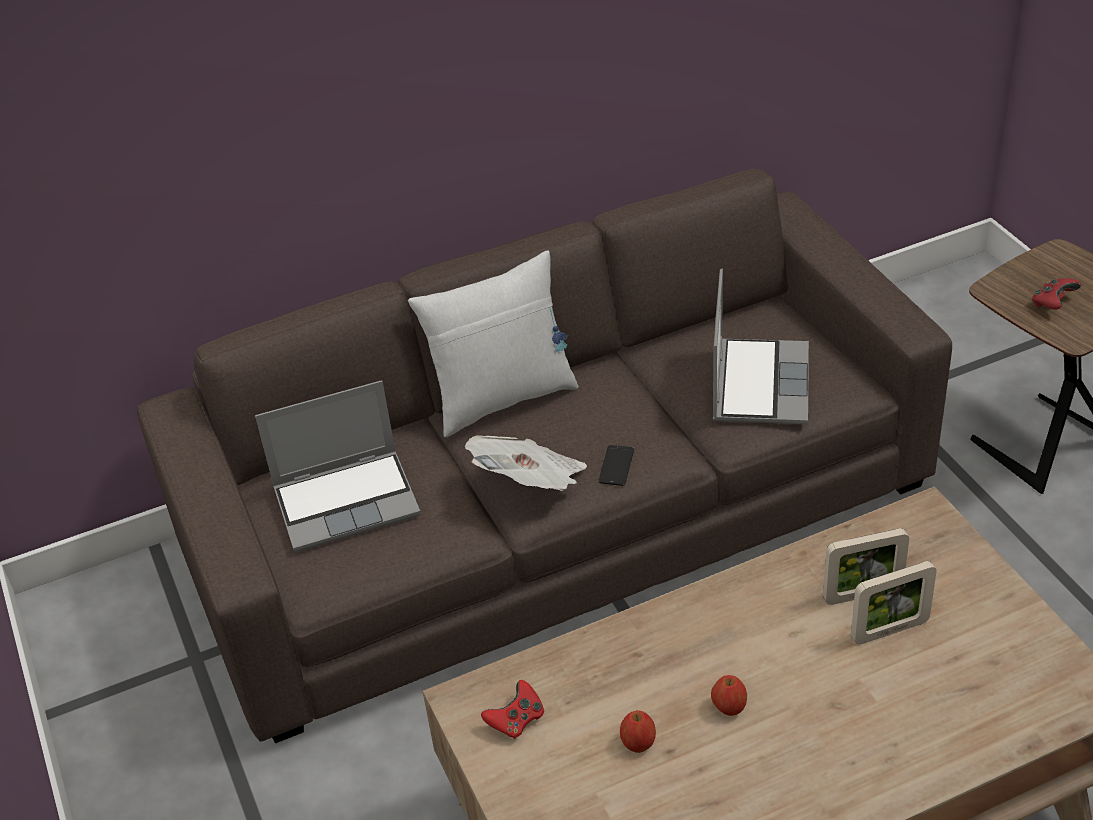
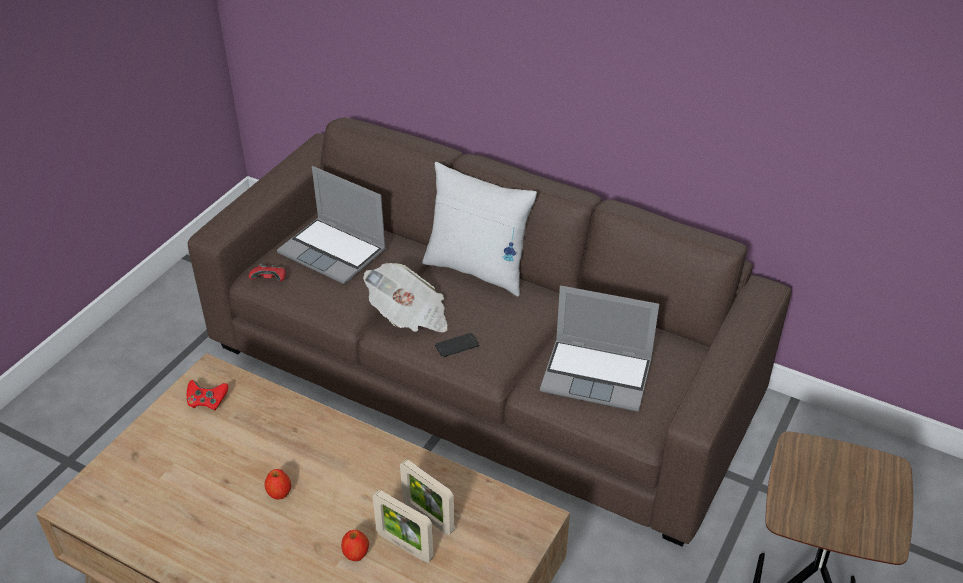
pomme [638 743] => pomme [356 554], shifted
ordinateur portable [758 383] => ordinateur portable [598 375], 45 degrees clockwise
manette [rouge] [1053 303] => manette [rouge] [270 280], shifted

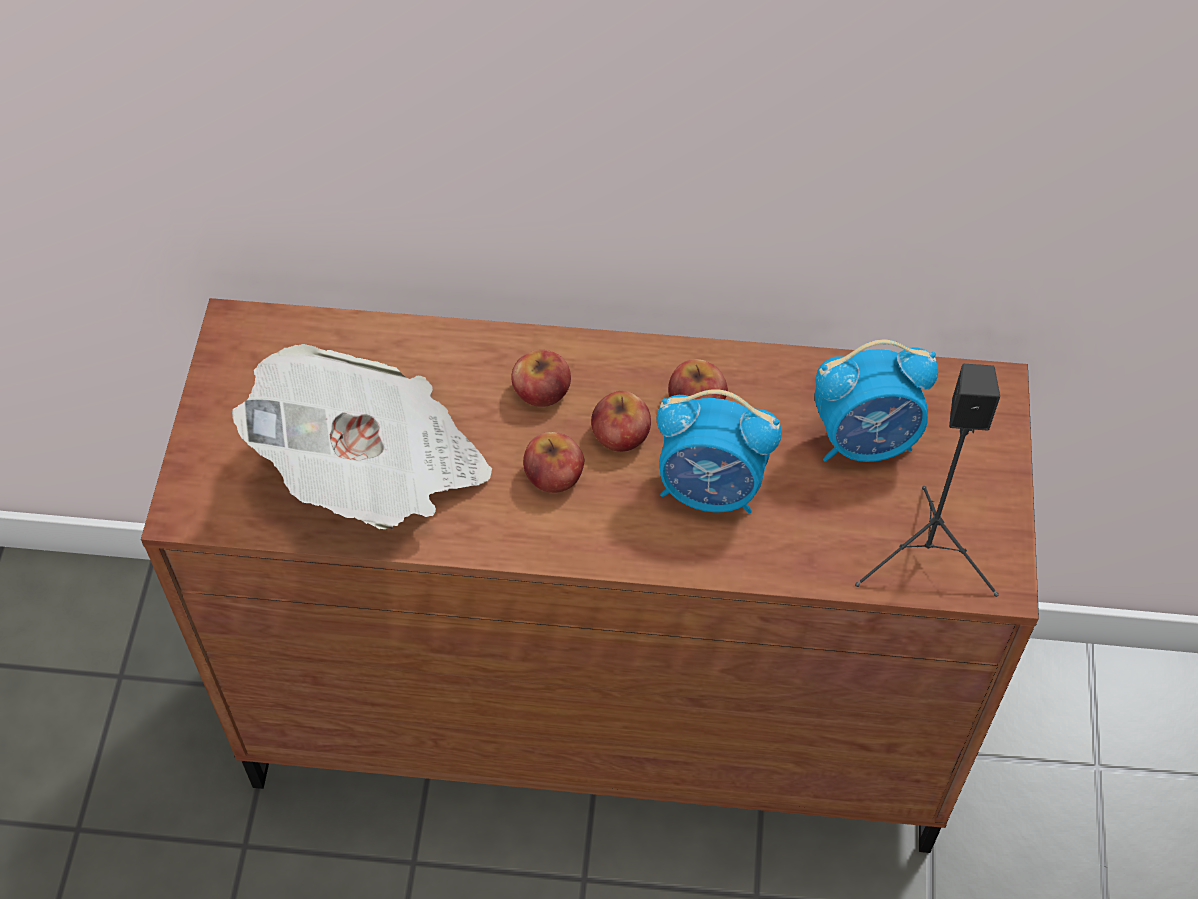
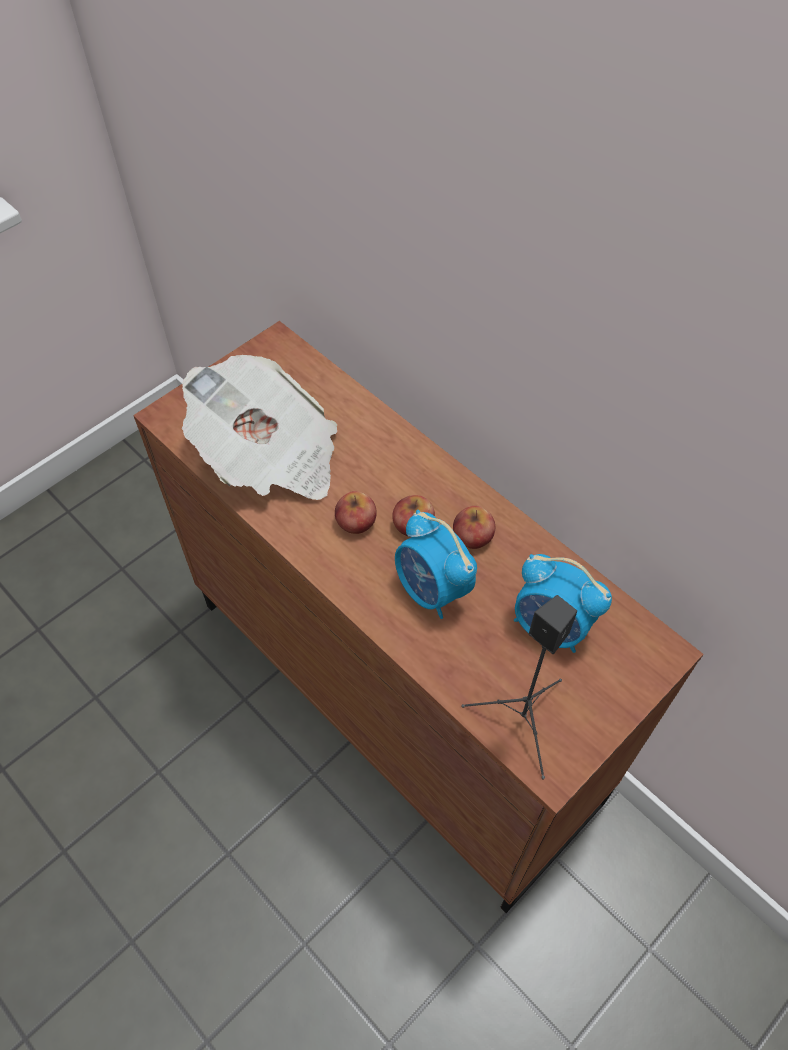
pomme [541 390] => nothing

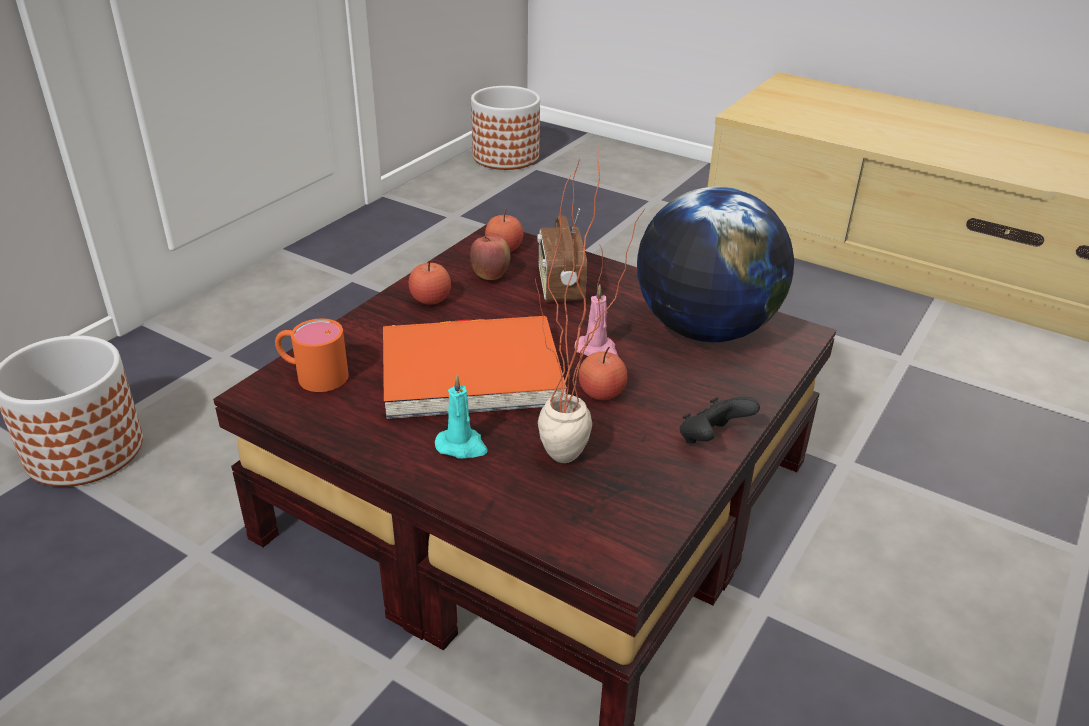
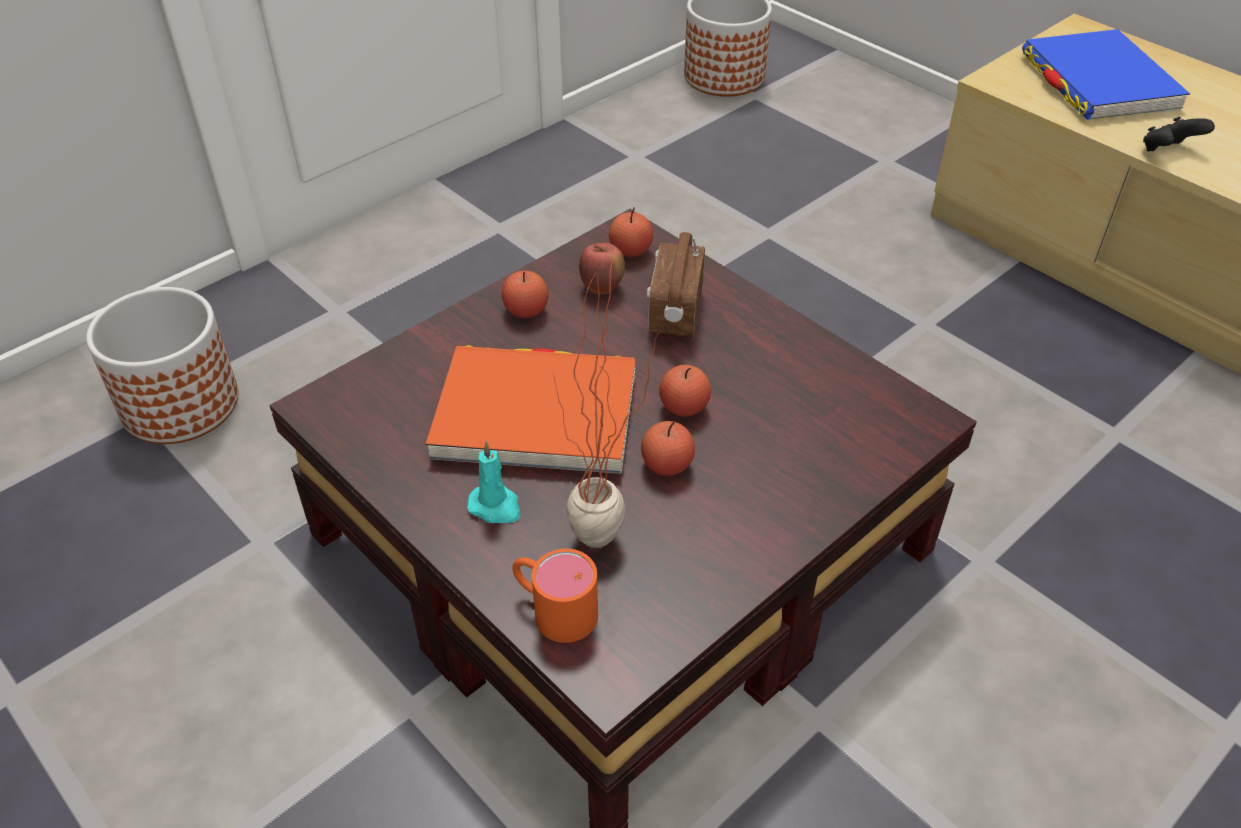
mug [orange] [312 374] => mug [orange] [553 609], shifted
bougie [rose] [597 350] => pomme [684 407]
globe [704 330] => nothing
manette [noir] [712 439] => manette [noir] [1167 151], shifted
nothing => livre [bleu] [1098 82]

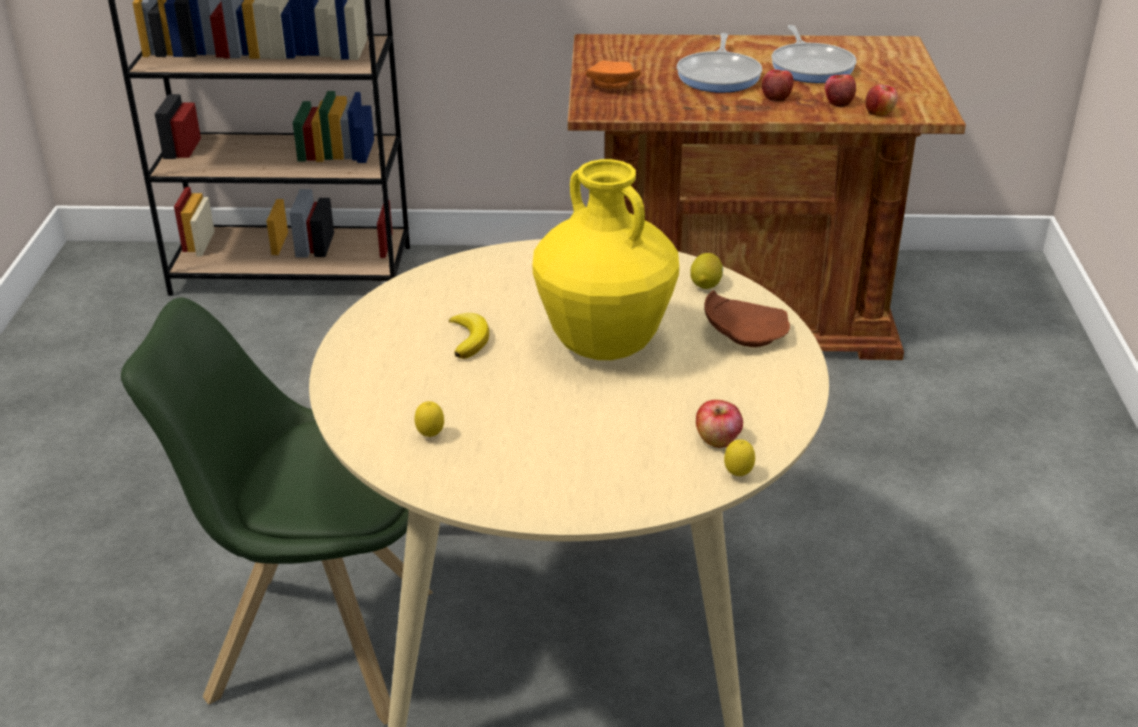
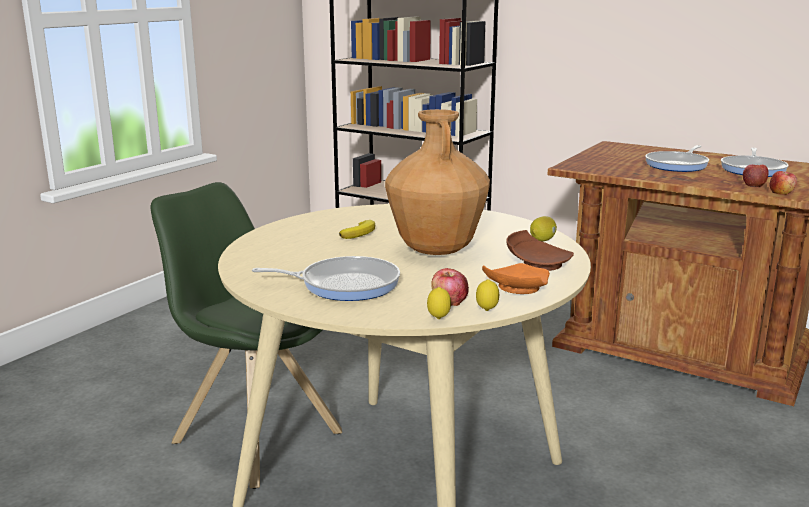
citron [430 436] => citron [487 310], shifted
vase [jaune] [603 345] => vase [marron] [436 250]
assiette [orange] [611 84] => assiette [orange] [516 289], shifted
pomme [776 97] => nothing
nothing => poêle [344 285]

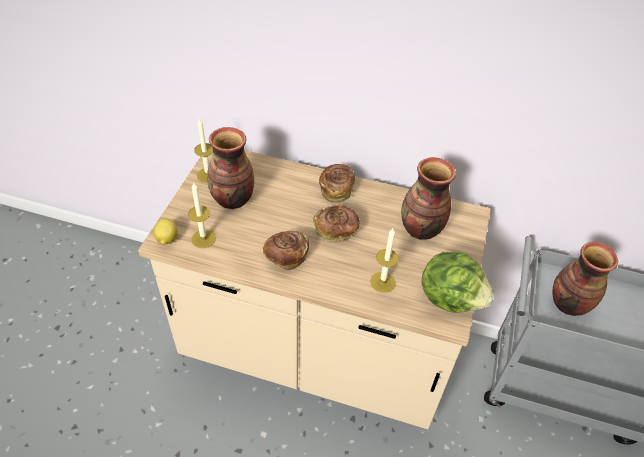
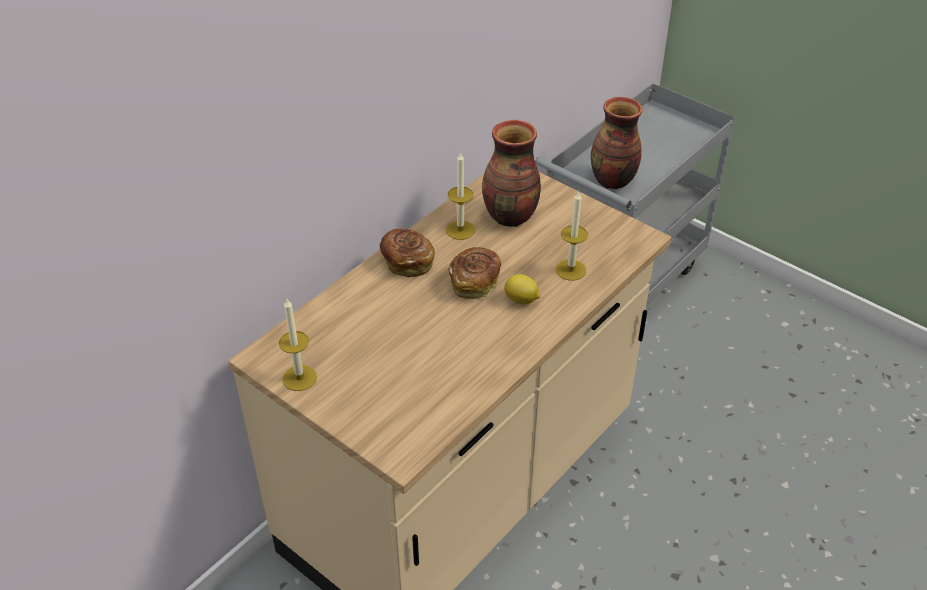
citron [167 239] => citron [521 300], shifted
bougie [203 238] => bougie [460 230], shifted
vase [232 200] => nothing
pain [286 256] => nothing
laitue [451 297] => nothing

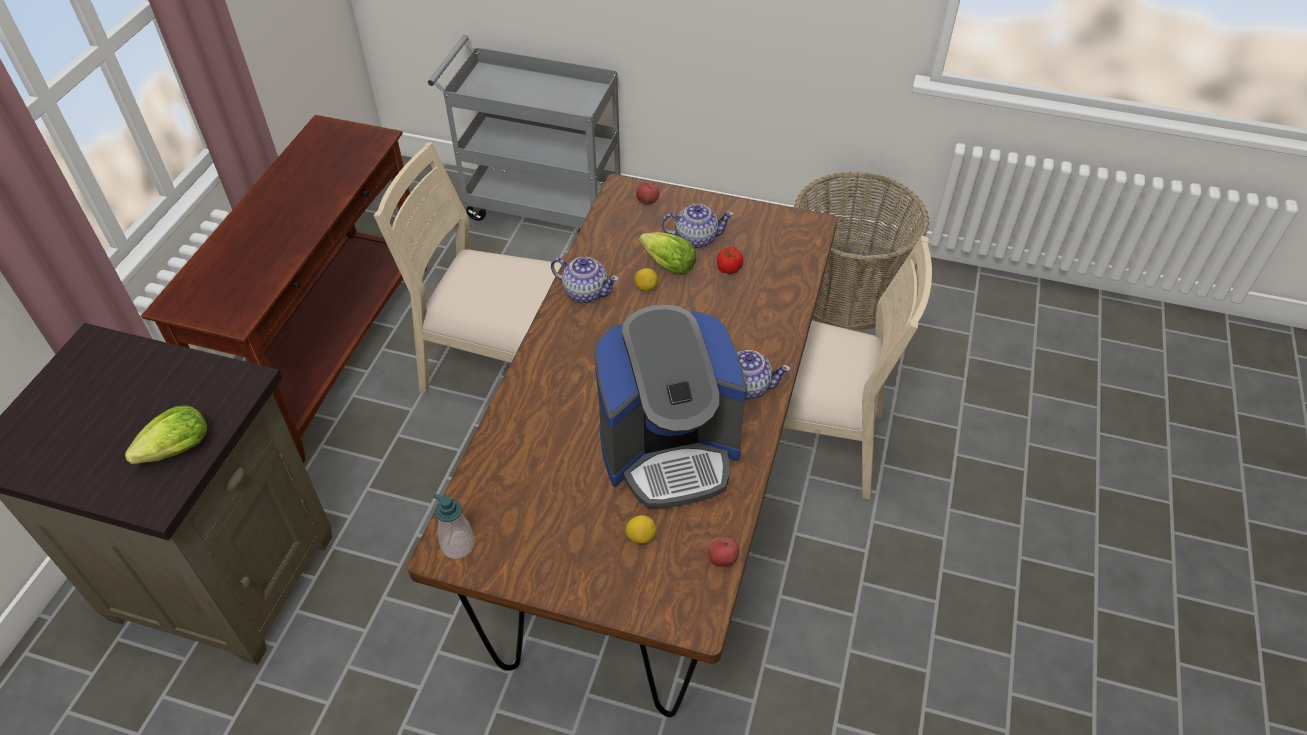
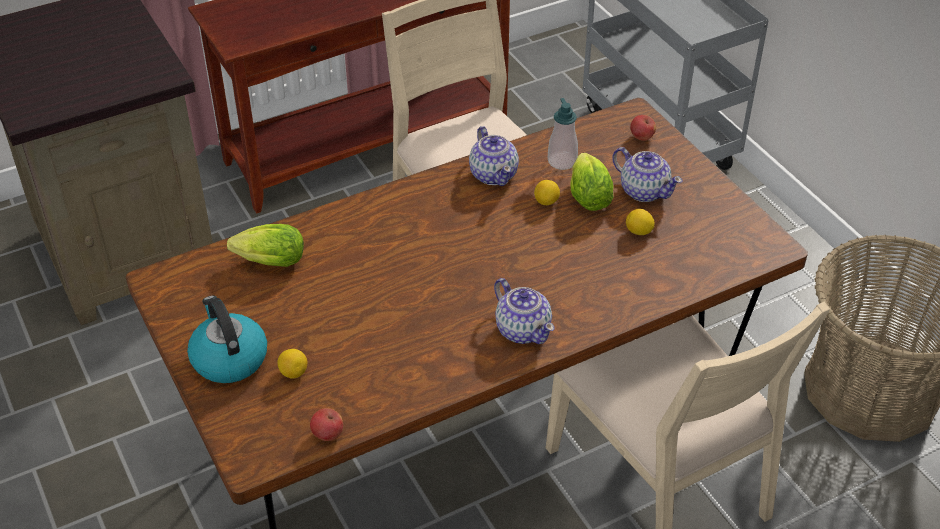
laitue [173 452] => laitue [267 262], shifted
distributeur de savon [458 545] => distributeur de savon [562 161], shifted
machine à café [669 450] => nothing
tomate [728 268] => citron [638 232]
nothing => bouilloire [228 358]

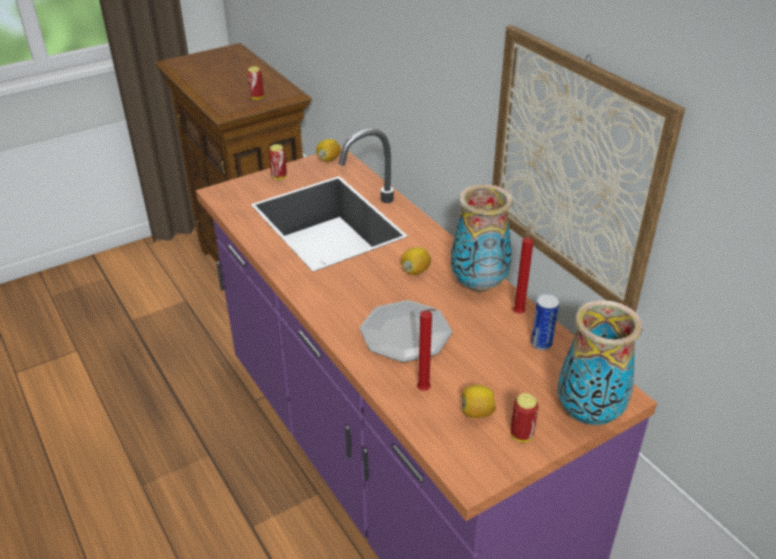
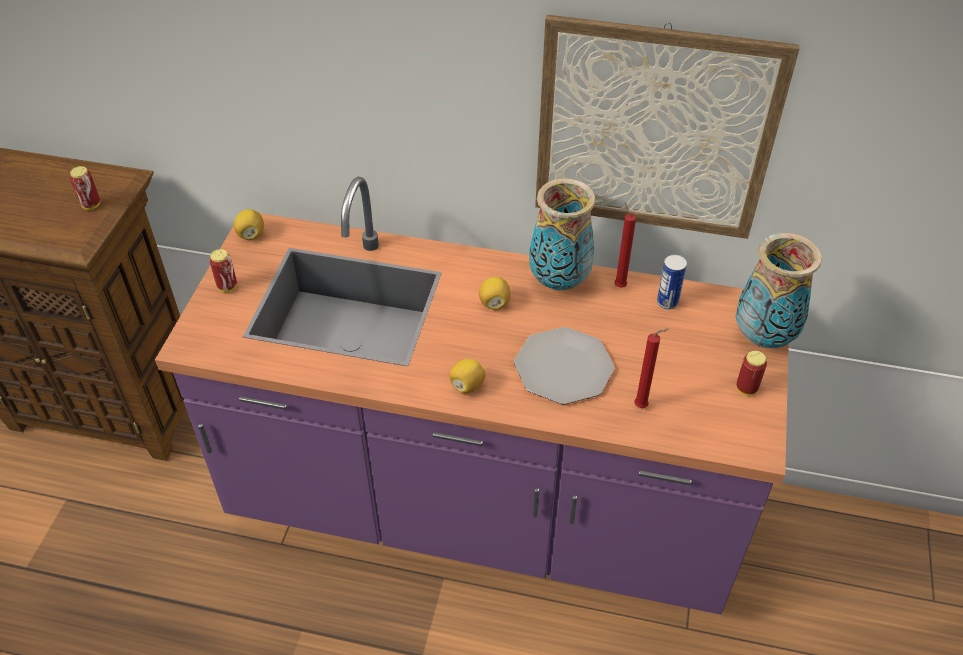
citron [476 412] => citron [467 385], shifted

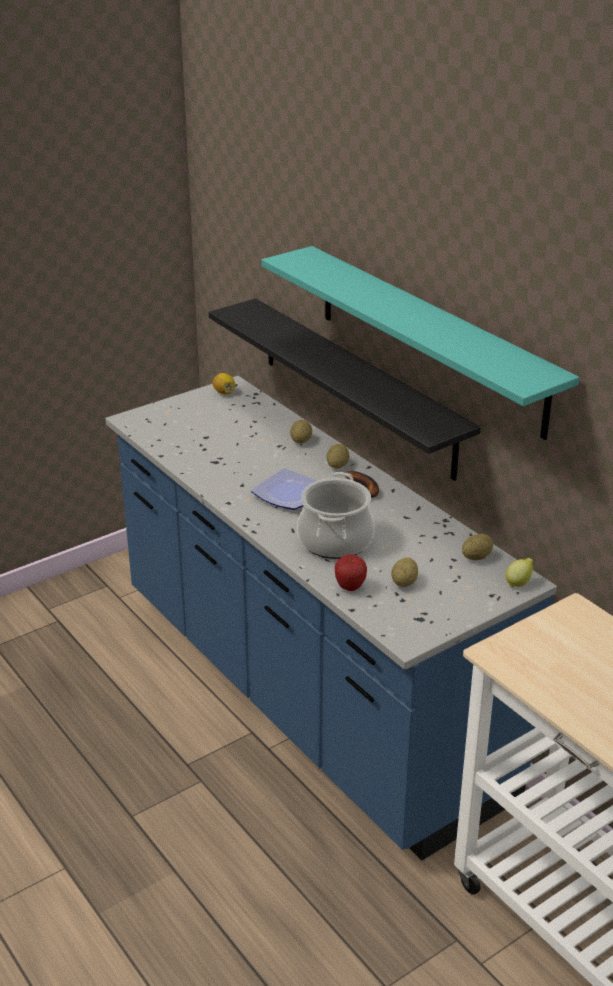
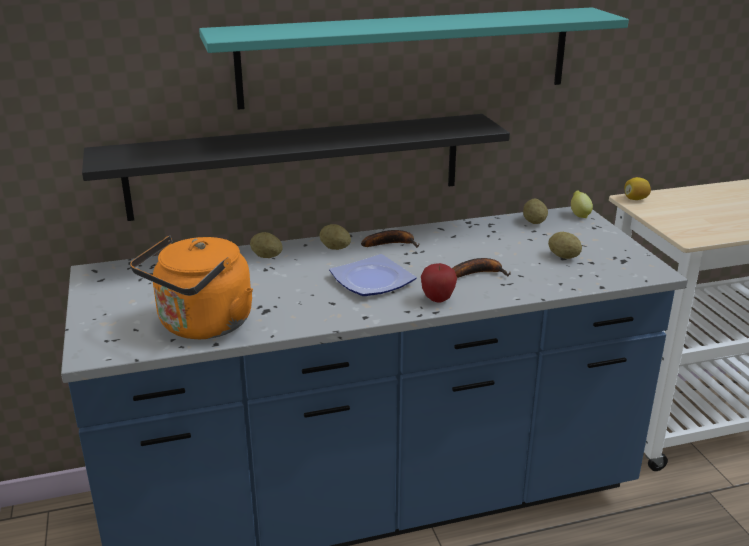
citron [224 392] => citron [635 199], shifted
marmite [335 541] => banane [478 273]
pomme [350 587] => pomme [438 300], shifted
nothing => bouilloire [orange] [202 326]

